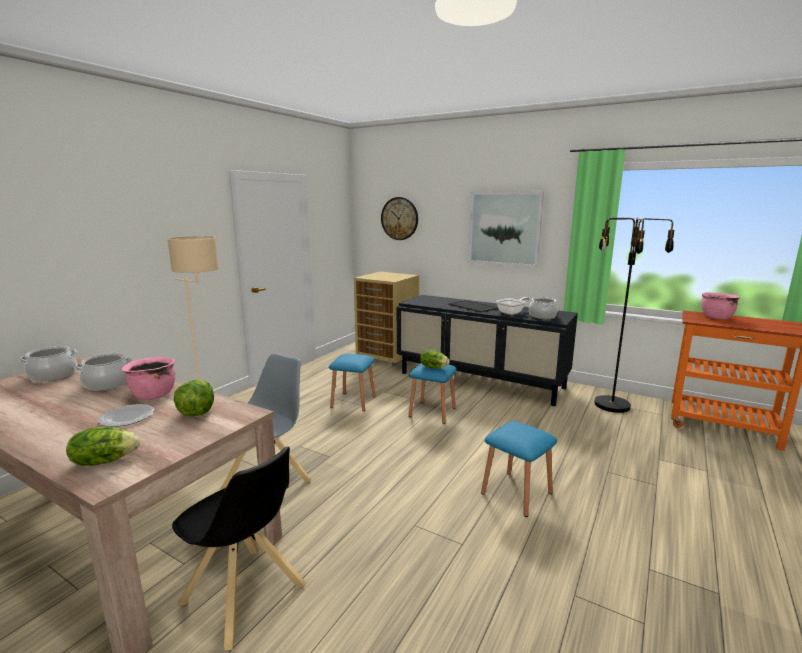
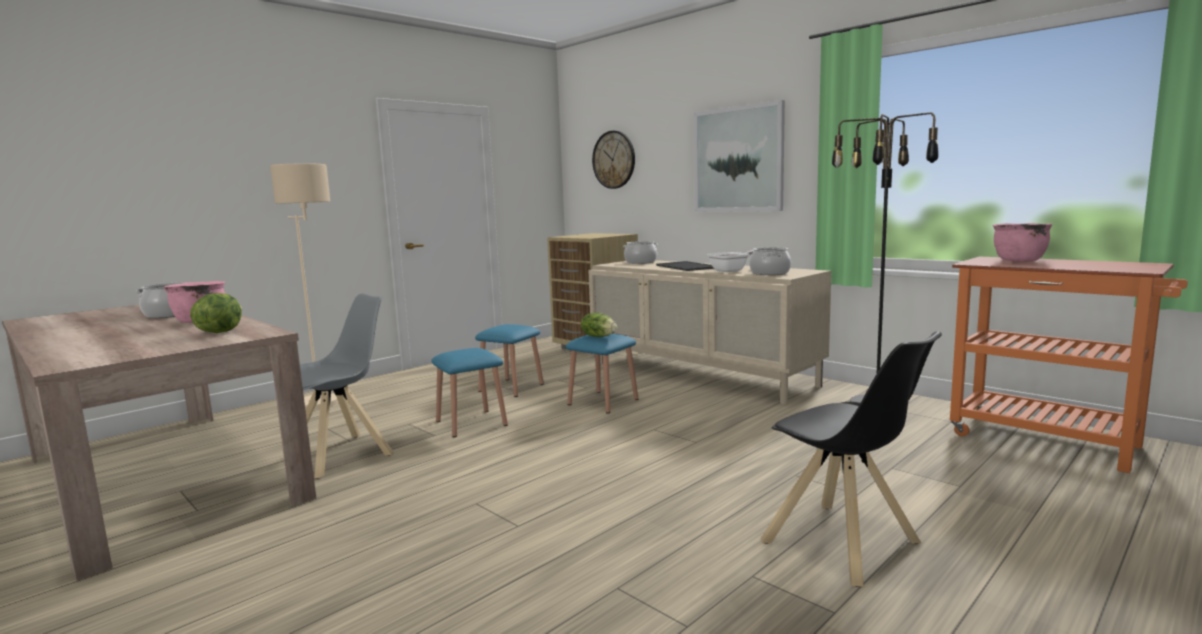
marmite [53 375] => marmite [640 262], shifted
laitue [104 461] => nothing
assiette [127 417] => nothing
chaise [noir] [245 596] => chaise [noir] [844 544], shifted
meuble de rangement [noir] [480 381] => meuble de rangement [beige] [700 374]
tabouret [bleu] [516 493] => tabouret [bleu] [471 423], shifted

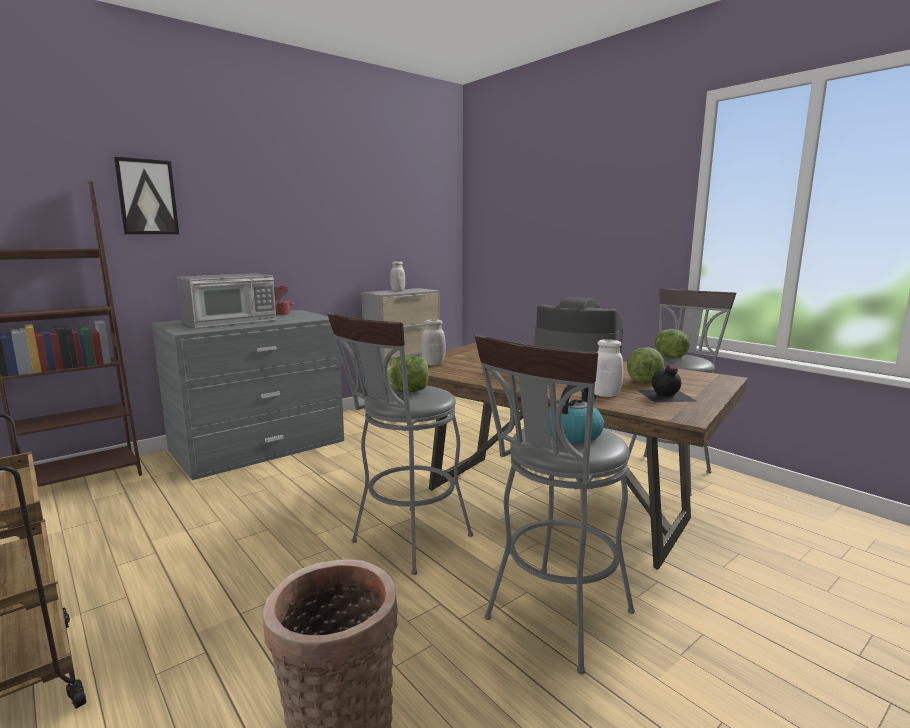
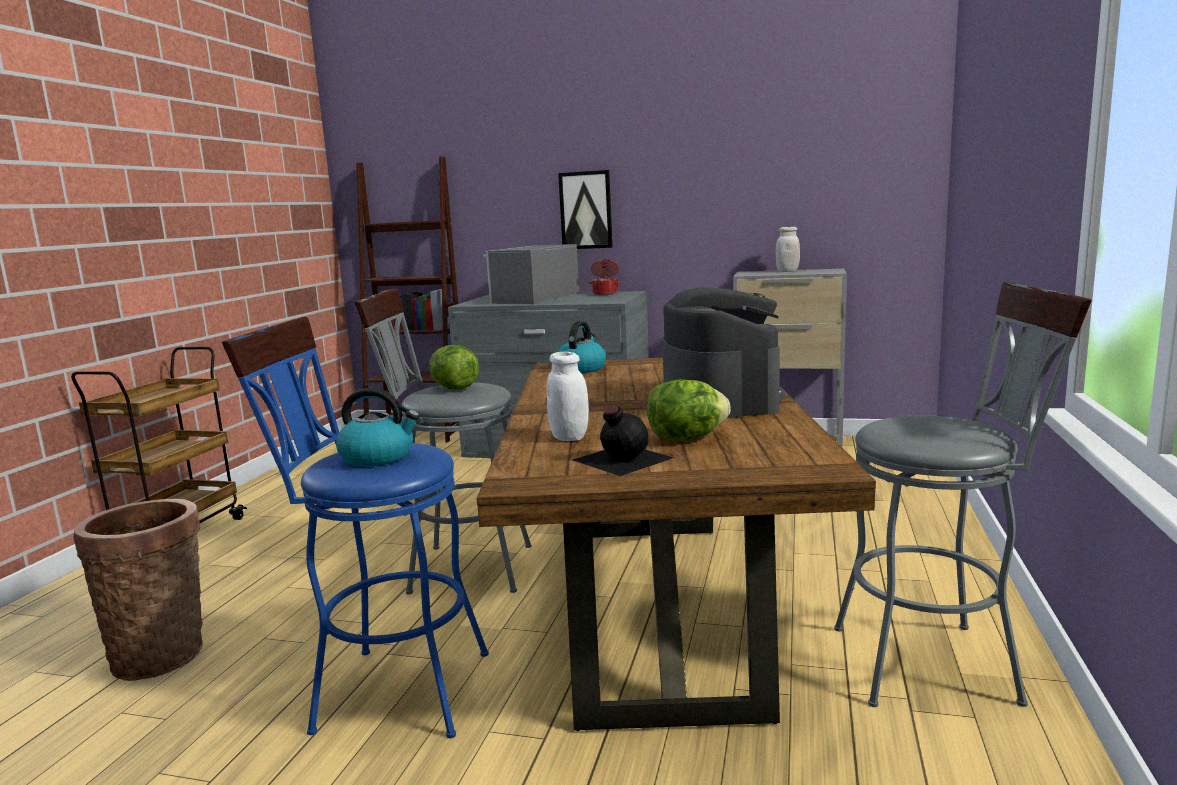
tableau [147 197] => tableau [586 210], shifted
micro-ondes [231 321] => micro-ondes [534 298], 105 degrees clockwise
bocal [blanc] [433 364] => bouilloire [581 368]
tabouret [gris] [553 621] => tabouret [bleu] [388 690]
laitue [669 357] => nothing

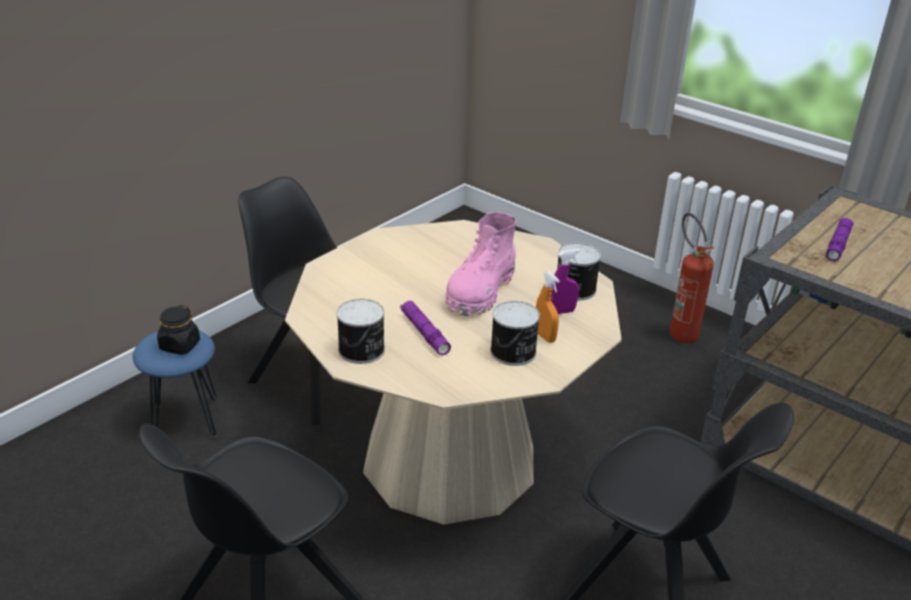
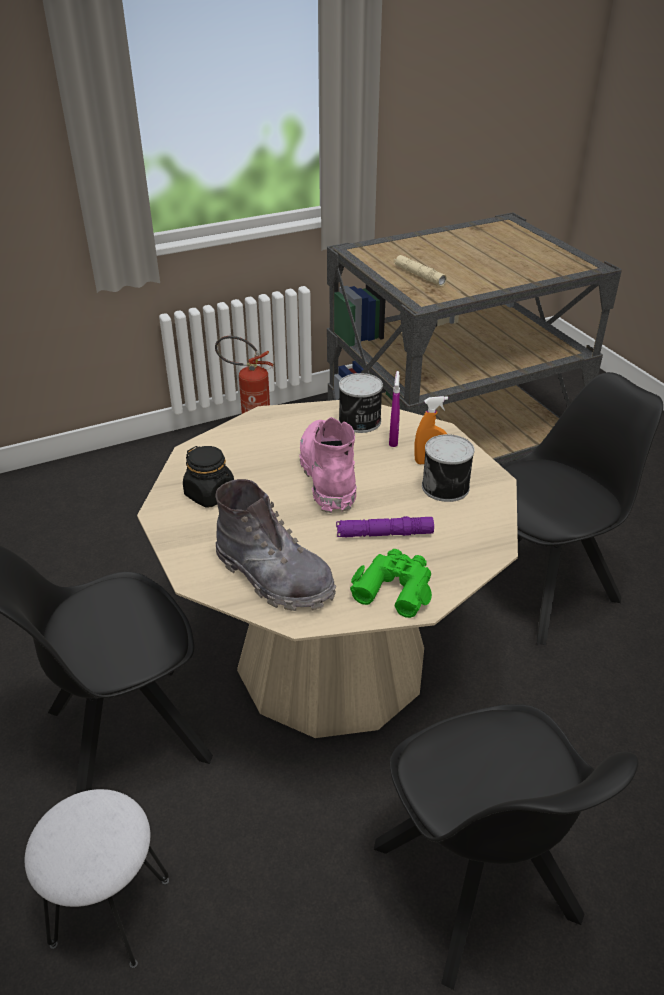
tabouret [bleu] [185 420] => tabouret [blanc] [110 911]
bocal [noir] [179 345] => bocal [noir] [210 494], shifted
boîte métallique [362 350] => jumelles [vert] [395 587]
botte [rose] [480 292] => botte [rose] [329 477], 150 degrees counterclockwise
lampe de poche [violet] [838 244] => lampe de poche [beige] [419 275]
nothing => botte [gris] [274 577]

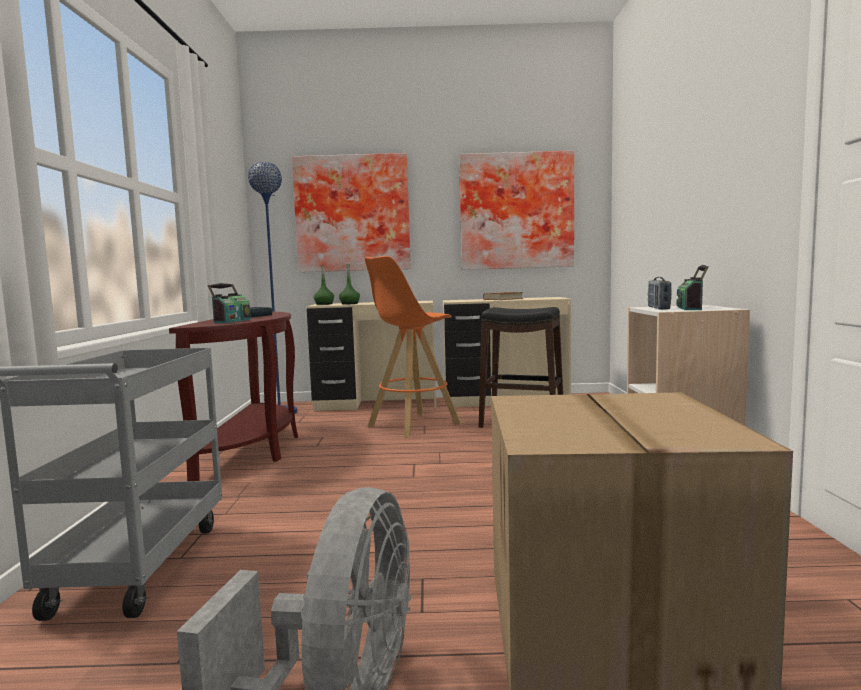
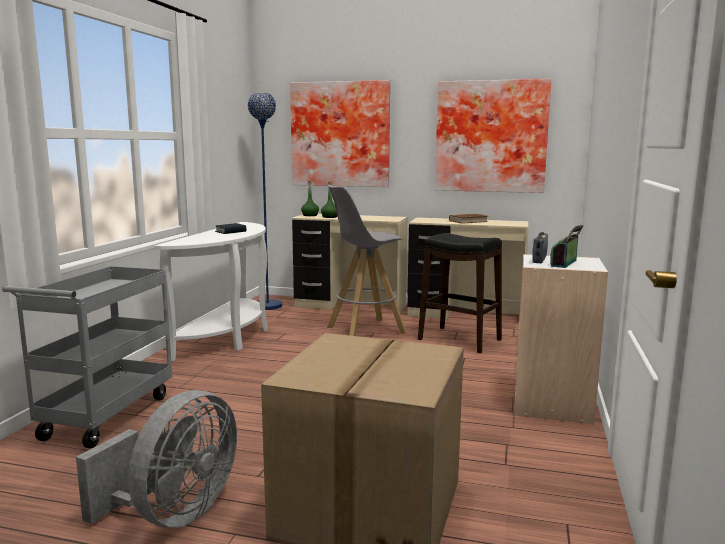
table console [marron] [254 448] => table console [blanc] [229 337]
radio [231 321] => nothing
tabouret [orange] [413 425] => tabouret [gris] [365 330]

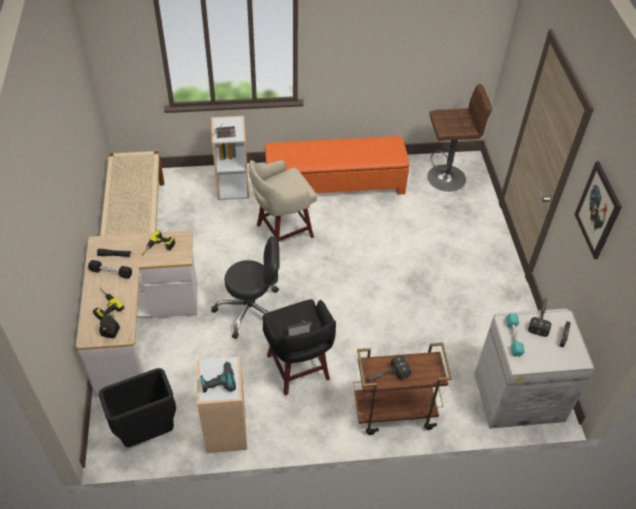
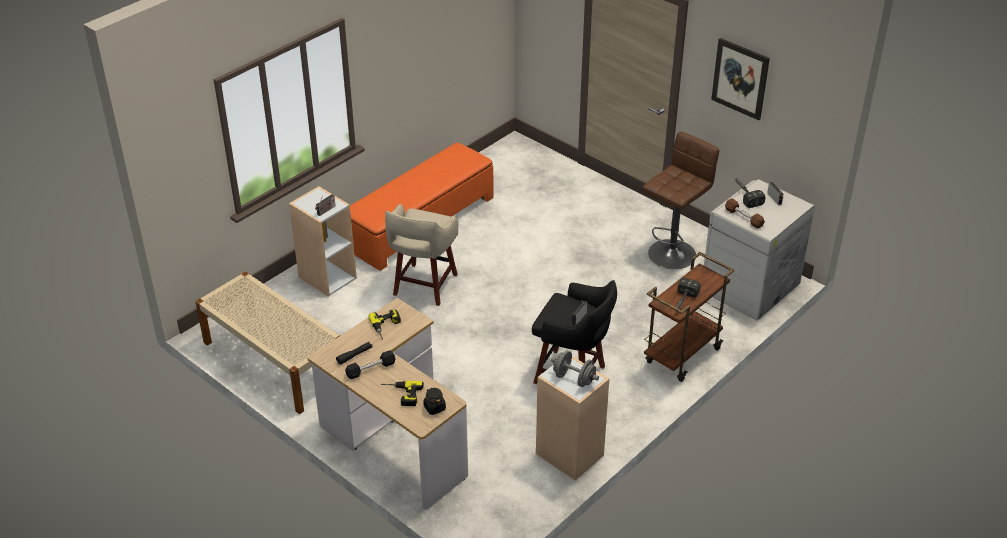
poubelle [noir] [148 435] => nothing
perceuse [218 381] => haltère [gris] [574 379]
chaise de bureau [noir] [253 309] => nothing
tabouret [marron] [447 178] => tabouret [marron] [672 254], shifted
haltère [turquoise] [513 338] => haltère [marron] [743 218]

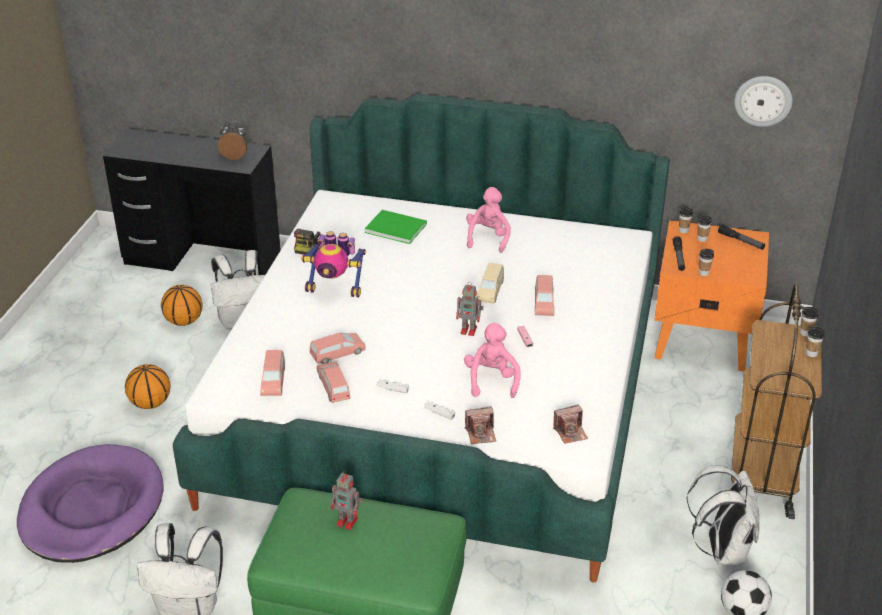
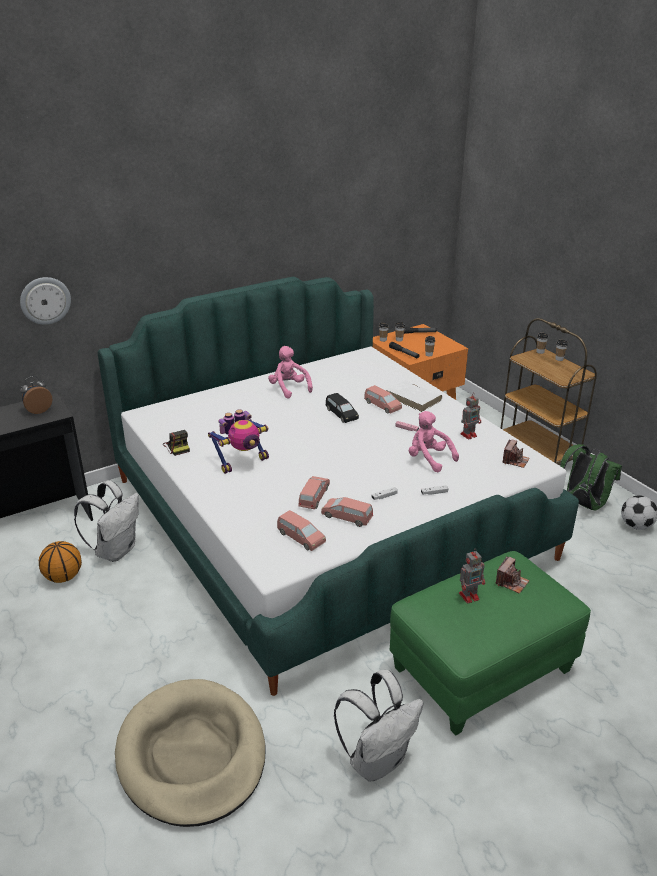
panier pour chien [violet] [92 508] => panier pour chien [beige] [192 755]
ballon de basket [150 403] => nothing
livre [vert] [395 227] => nothing
robot jouet [469 330] => robot jouet [469 435], shifted
appareil photo [481 433] => appareil photo [511 582], shifted
petite voiture [beige] [490 291] => petite voiture [noir] [341 414]
sac à dos [blanc] [722 549] => sac à dos [vert] [582 503]
horloge murale [763 100] => horloge murale [45 300], shifted
nothing => livre [blanc] [414 398]

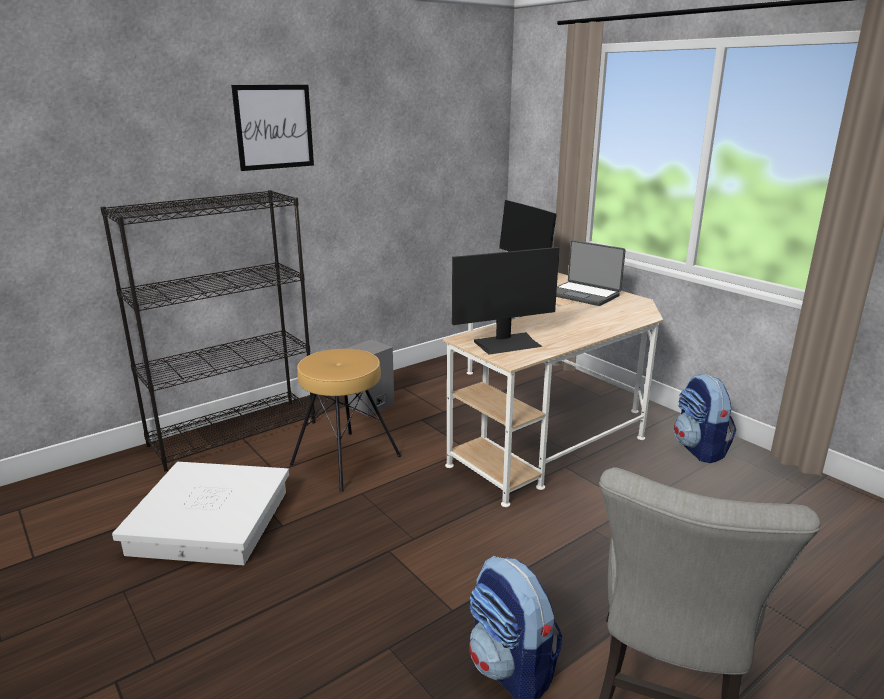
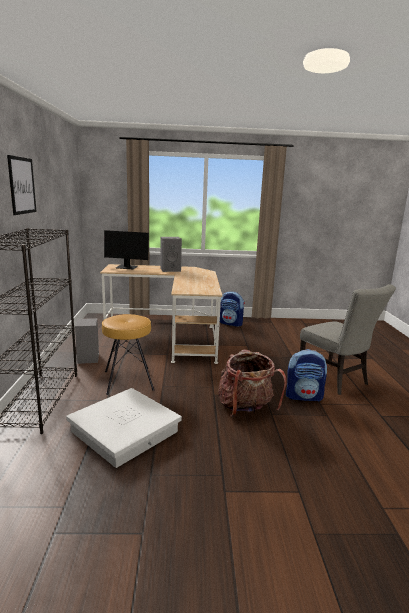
écran d'ordinateur [507 343] => nothing
ordinateur portable [584 295] => enceinte [gris] [171 269]
nothing => sac à dos [246 408]

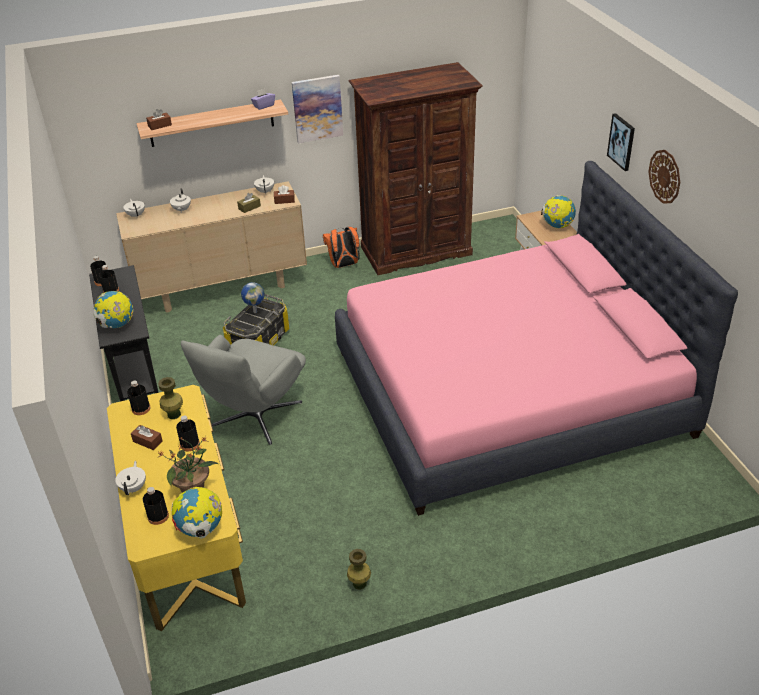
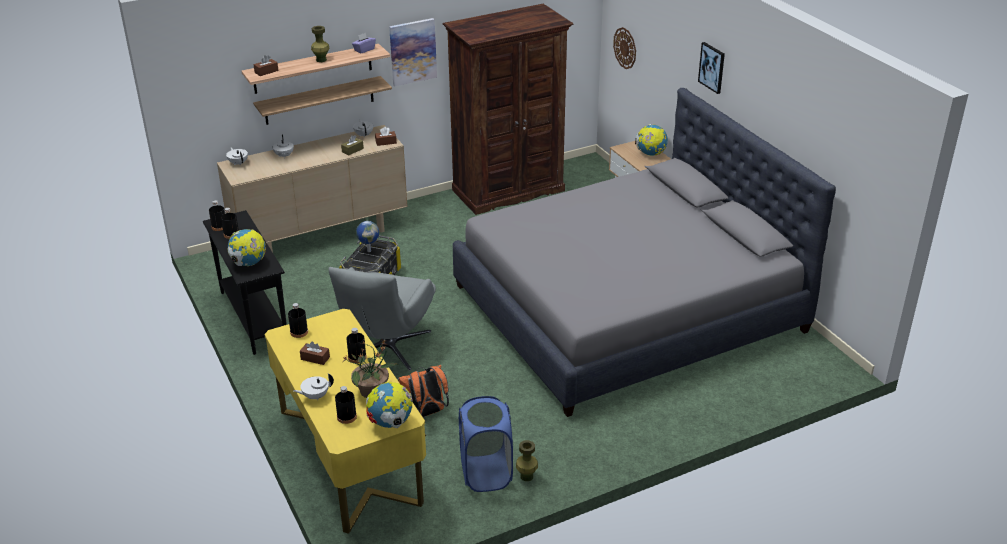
théière [blanc] [134 487] => théière [blanc] [315 396], 105 degrees counterclockwise
vase [vert] [174 414] => vase [vert] [321 60], shifted
sac à dos [orange] [344 265] => sac à dos [orange] [426 413], shifted
lit [rose] [509 392] => lit [gris] [627 307]
horloge murale [665 176] => horloge murale [625 48], shifted
nothing => étagère [319 100]
nothing => panier à linge [bleu] [486 473]

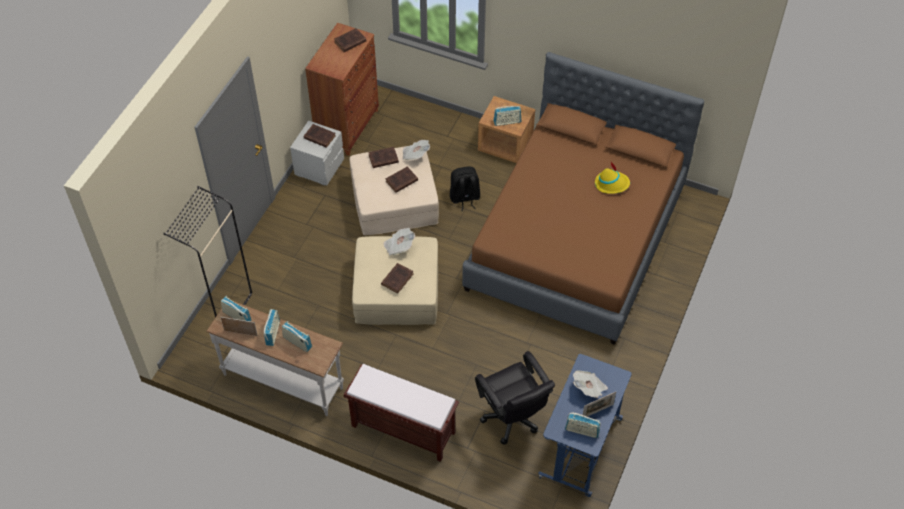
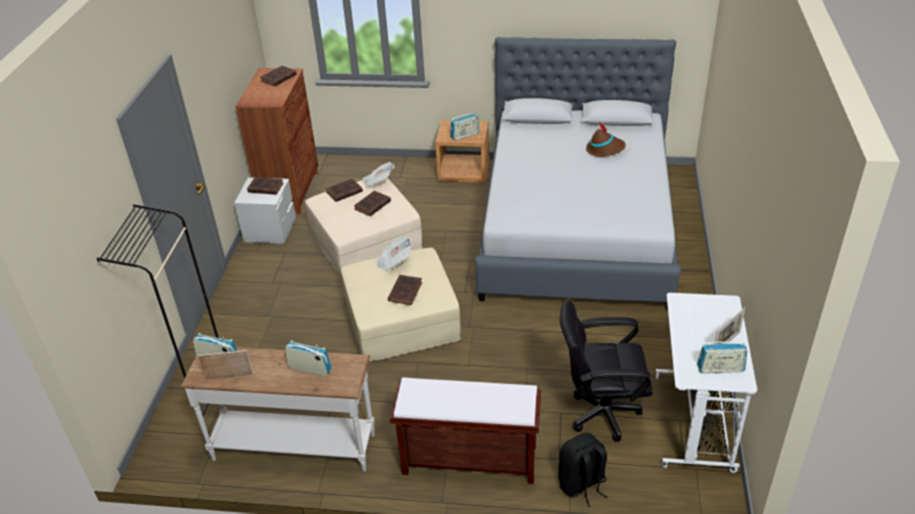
radio [273 333] => nothing
sac à dos [noir] [464 198] => sac à dos [noir] [582 485], shifted
lit [marron] [576 238] => lit [gris] [576 228]
chaise de bureau [noir] [513 422] => chaise de bureau [noir] [600 416], 135 degrees clockwise
bureau [bleu] [580 448] => bureau [blanc] [694 422]
journal [589 388] => nothing
chapeau [jaune] [611 184] => chapeau [marron] [605 149]

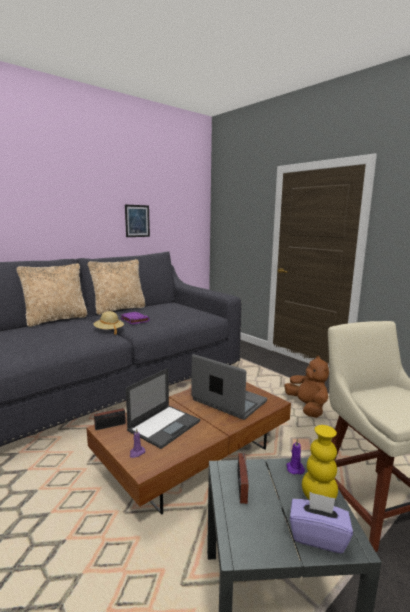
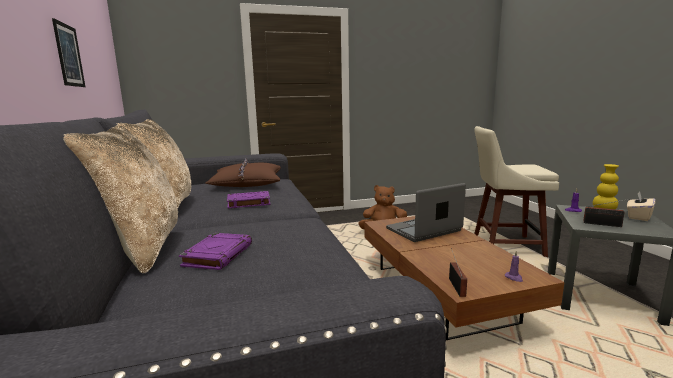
chapeau [beige] [109 331] => nothing
ordinateur portable [164 425] => nothing
boîte à mouchoirs [violet] [318 536] => boîte à mouchoirs [beige] [638 216]
nothing => livre [violet] [218 255]
nothing => coussin [marron] [247 183]

